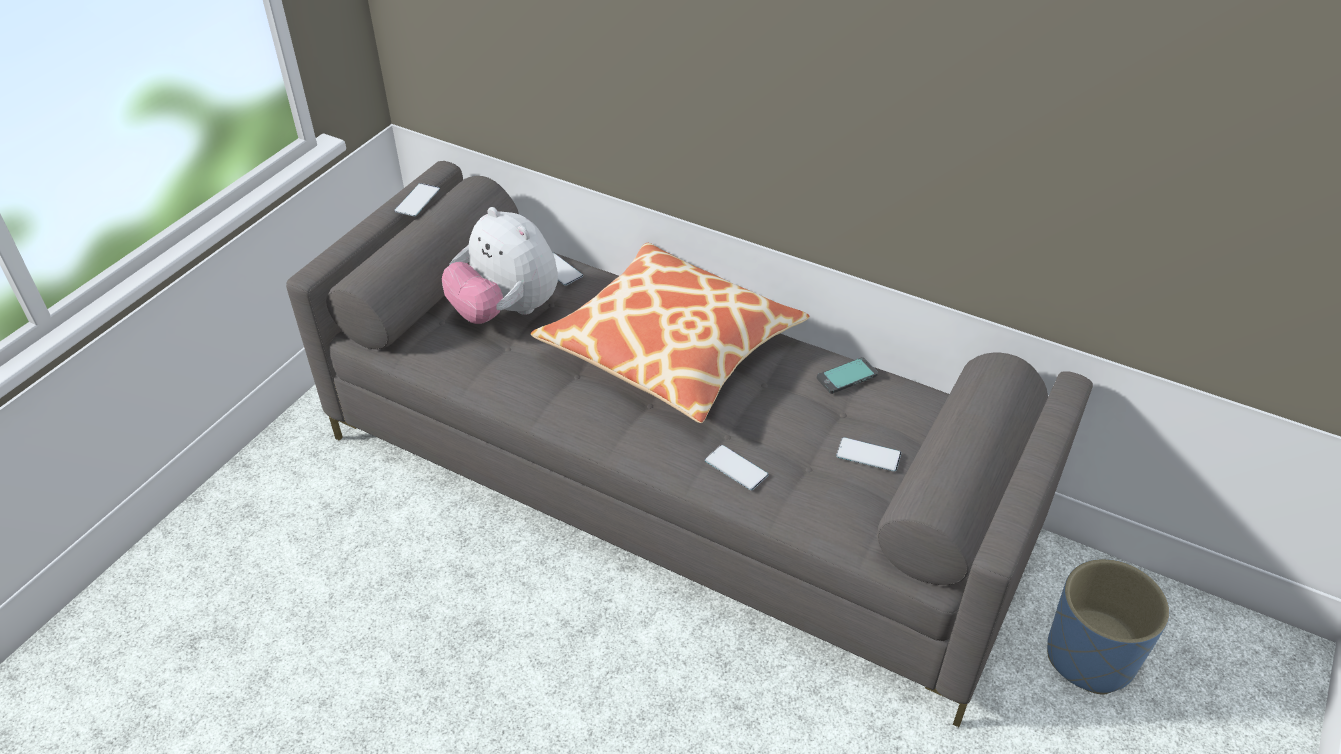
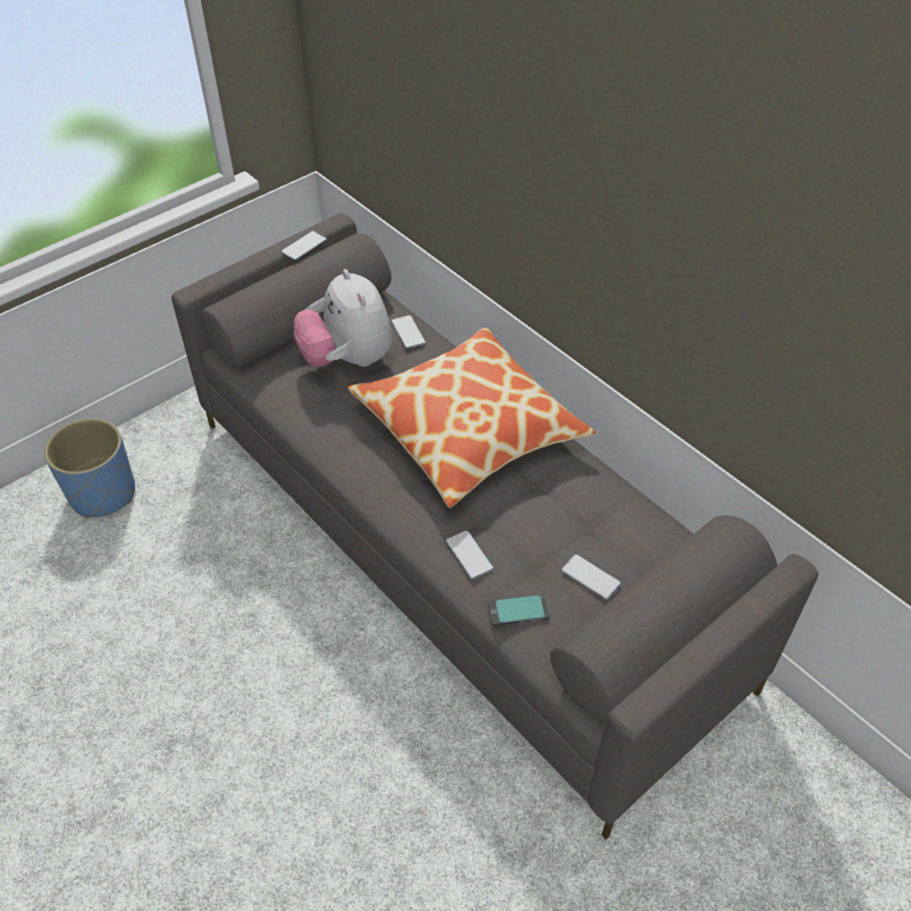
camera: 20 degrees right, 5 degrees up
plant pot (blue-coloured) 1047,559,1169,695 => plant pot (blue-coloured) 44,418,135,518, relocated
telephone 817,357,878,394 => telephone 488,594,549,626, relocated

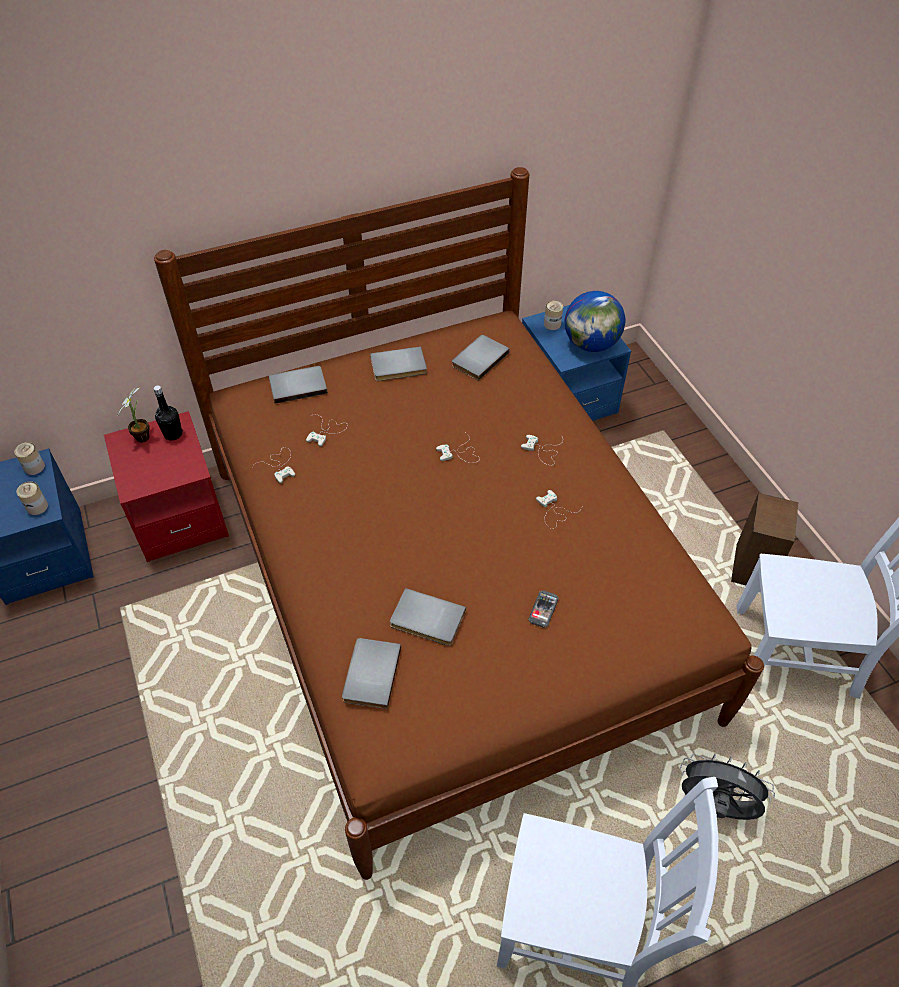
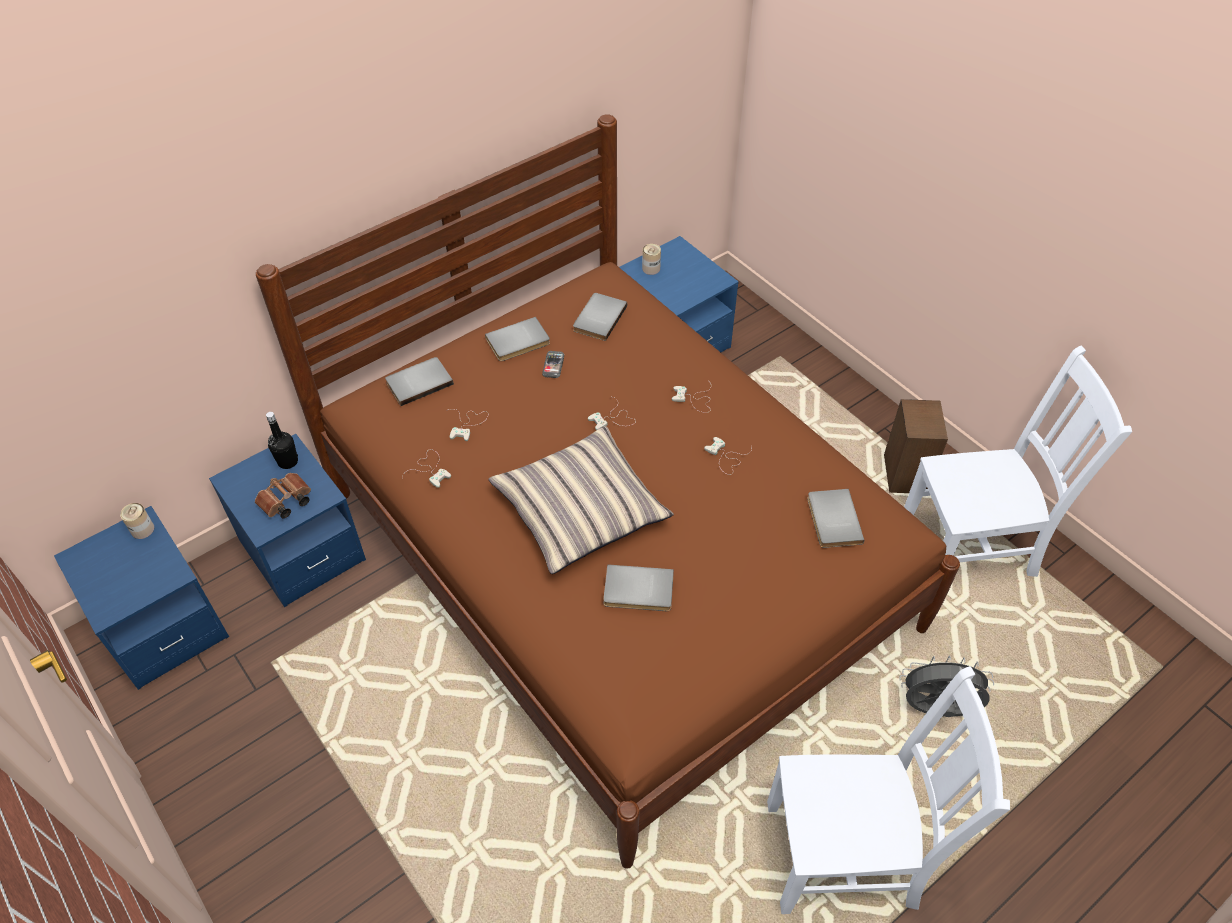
camera: 15 degrees left, 0 degrees up
nightstand (reddish) 104,411,229,562 => nightstand (blue-coloured) 209,434,366,607
nothing => field glasses (brownish) 255,473,311,518
nothing => throw pillow 489,426,674,574
telephone 528,590,559,628 => telephone 542,351,565,378, relocated
book (gray) 342,638,401,709 => book (gray) 807,489,864,548, relocated
sealed can 16,482,48,515 => nothing
houseplant 117,387,150,443 => nothing
desk globe 565,291,626,352 => nothing

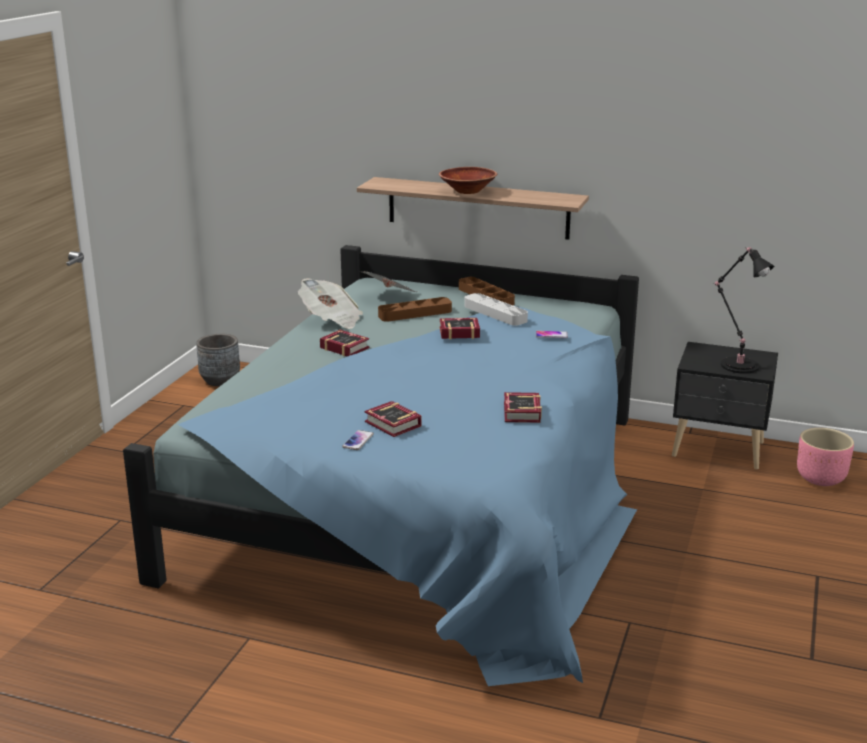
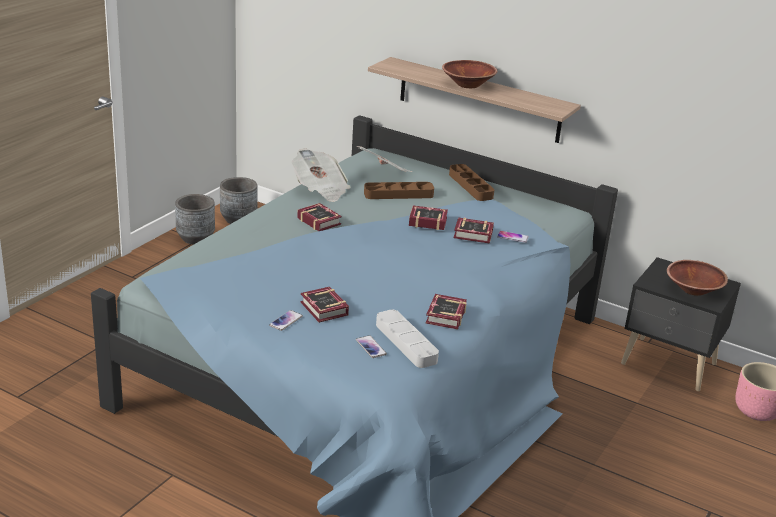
camera: 10 degrees right, 5 degrees up
nothing => plant pot (gray) 175,194,215,244
nothing => telephone 356,335,387,358
tray (gray) 465,293,528,326 => tray (gray) 376,310,439,368, relocated
nothing => book 454,218,494,244
table lamp (black) 713,247,774,374 => bowl (brownish) 667,260,728,296

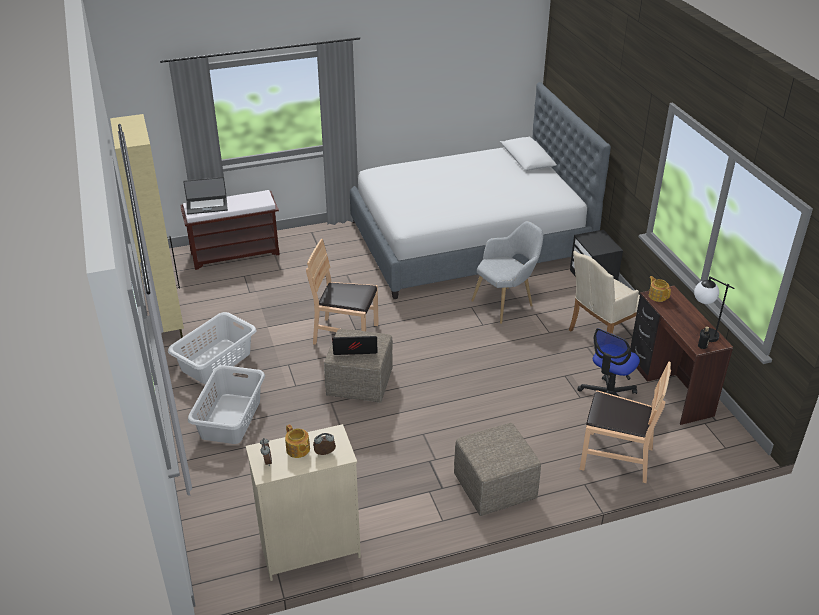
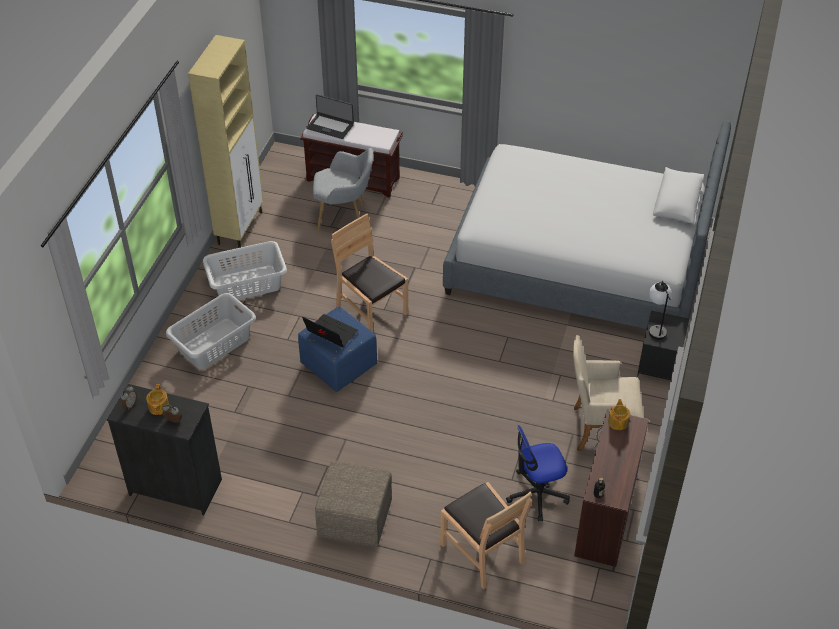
camera: 35 degrees right, 10 degrees up
drawer chest (beige) 246,424,361,581 => drawer chest (black) 107,384,222,515
ottoman (beige) 324,329,393,403 => ottoman (blue-coloured) 298,307,377,392
armchair (gray) 471,221,543,324 => armchair (gray) 313,148,373,233, relocated
table lamp 694,277,734,342 => table lamp 649,281,672,340, relocated

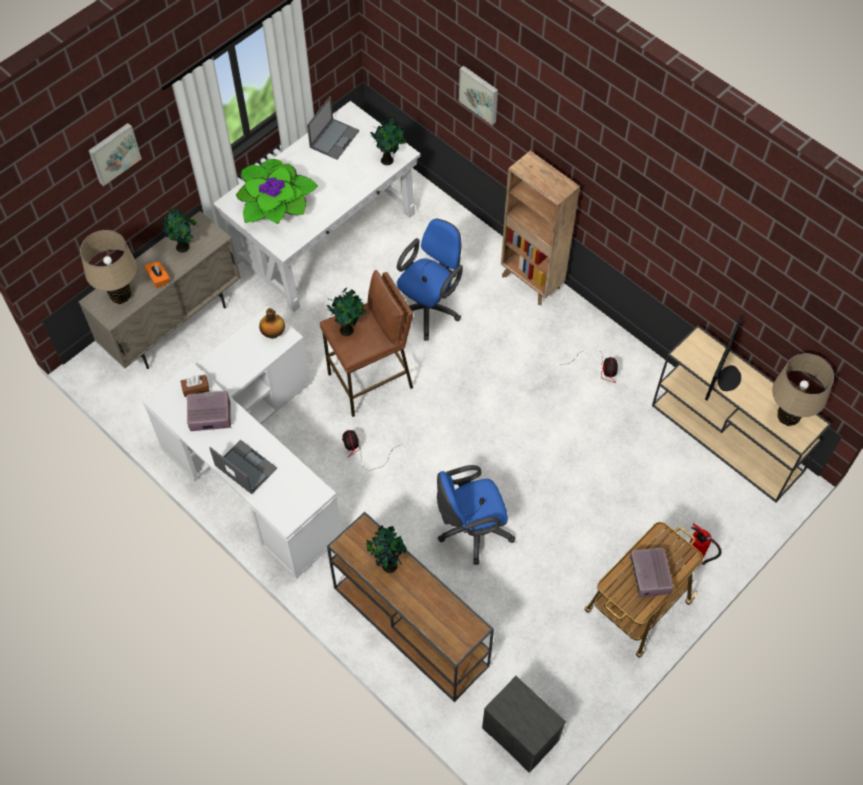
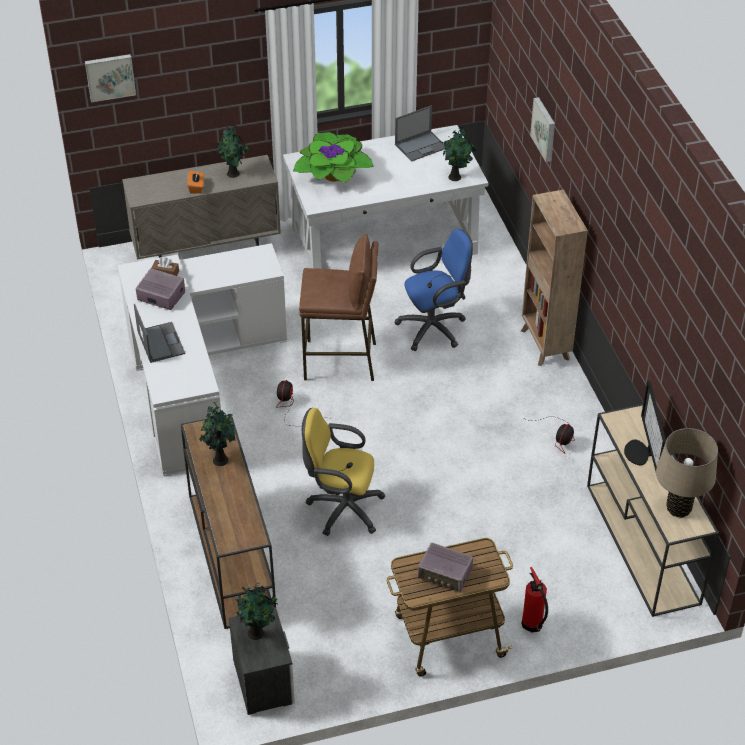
camera: 30 degrees right, 15 degrees down
picture 88,123,142,186 => picture 85,54,136,102, relocated
houseplant 327,287,366,336 => houseplant 234,583,279,640, relocated
office chair (blue-coloured) 437,465,515,565 => office chair (yellowish) 302,408,386,536
radio set 629,548,673,597 => radio set 418,543,473,593, 90 degrees counterclockwise
computer display 705,315,743,401 => computer display 624,381,666,471, 120 degrees clockwise
table lamp (beige) 80,230,137,304 => nothing
drink bottle 259,308,285,339 => nothing

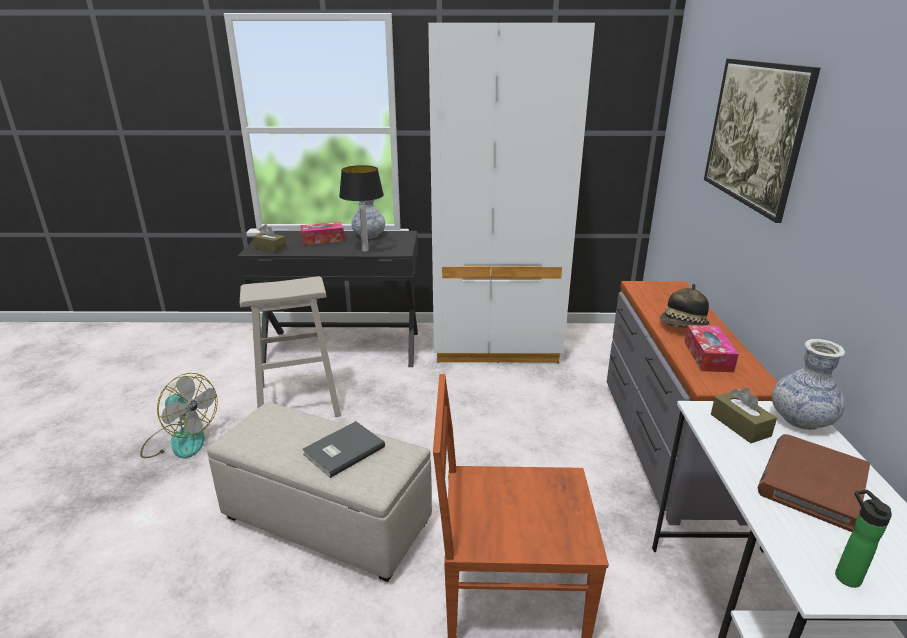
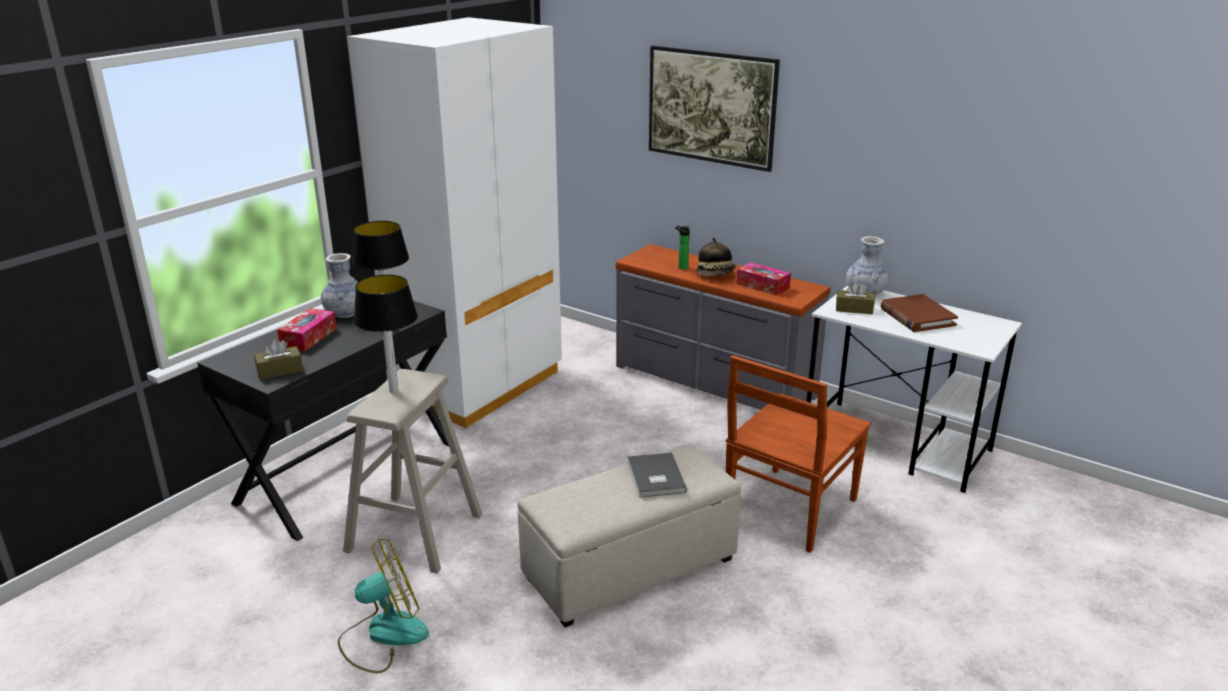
camera: 55 degrees left, 0 degrees up
nothing => table lamp 354,275,418,393
drink bottle 835,490,892,588 => drink bottle 675,226,690,270, relocated

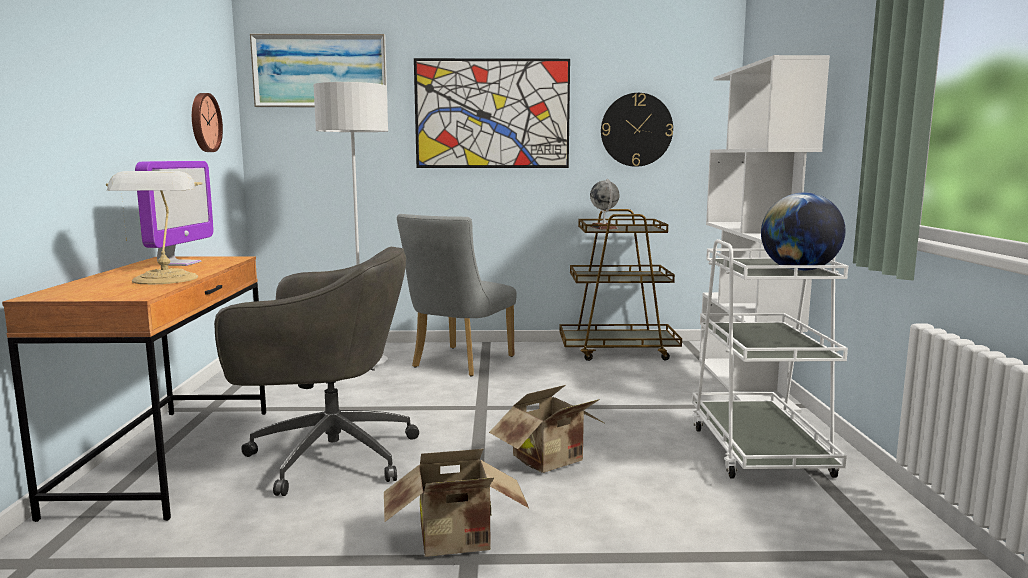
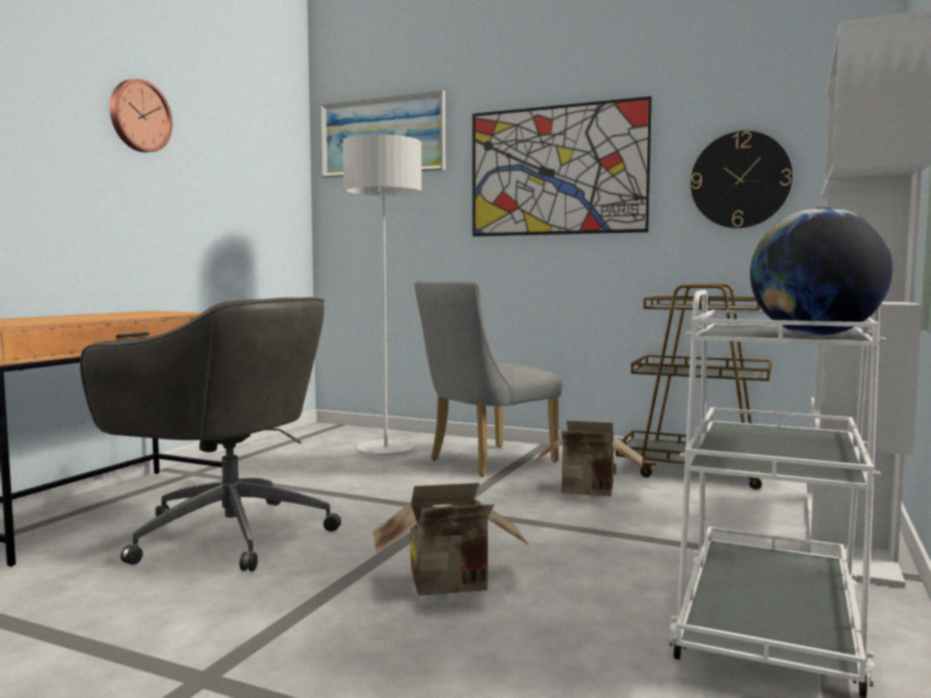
camera: 25 degrees right, 5 degrees down
clock on the wall 192,93,223,152 => clock on the wall 110,79,172,152, relocated
packing box 384,449,529,557 => packing box 535,421,643,496, relocated
table lamp 106,171,203,284 => nothing
computer display 135,161,214,266 => nothing
desk globe 590,179,620,229 => nothing

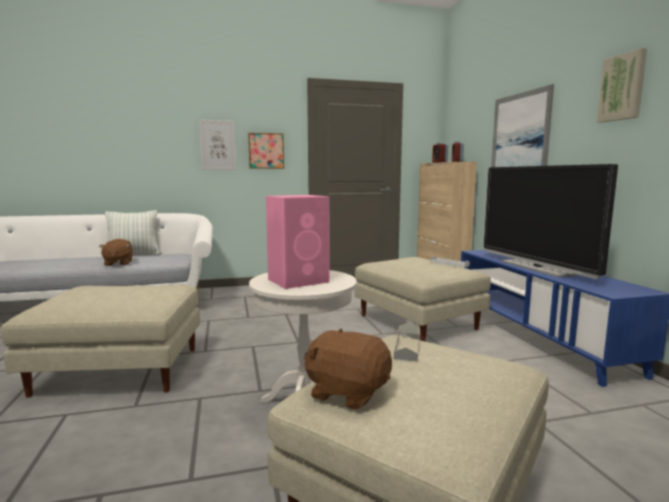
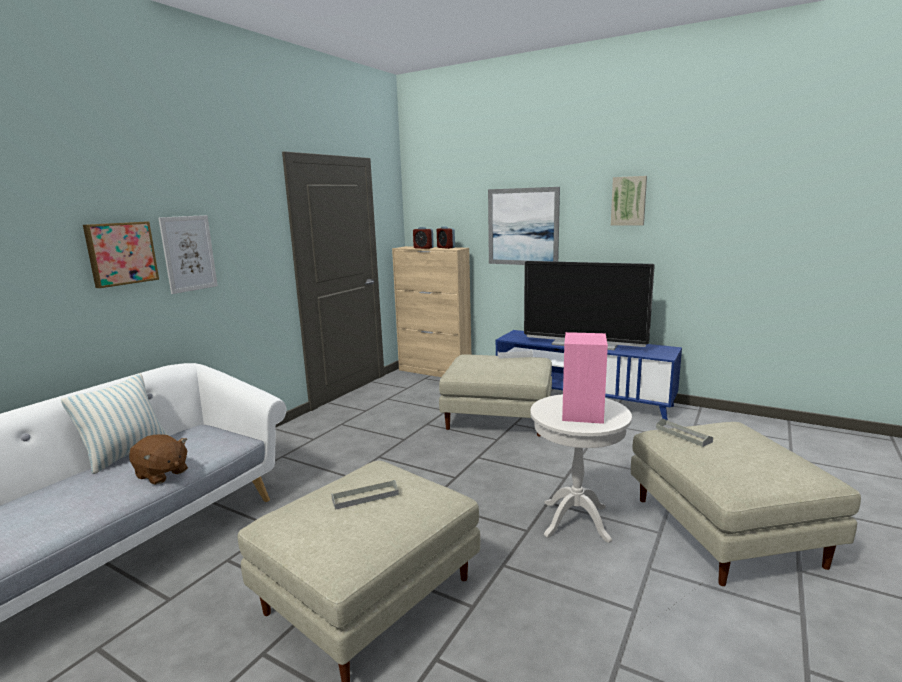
camera: 45 degrees left, 5 degrees up
picture 248,133,284,169 => picture 83,222,159,288, relocated
nothing => tray (gray) 331,480,399,510
cuddly toy (brownish) 304,328,392,410 => nothing

